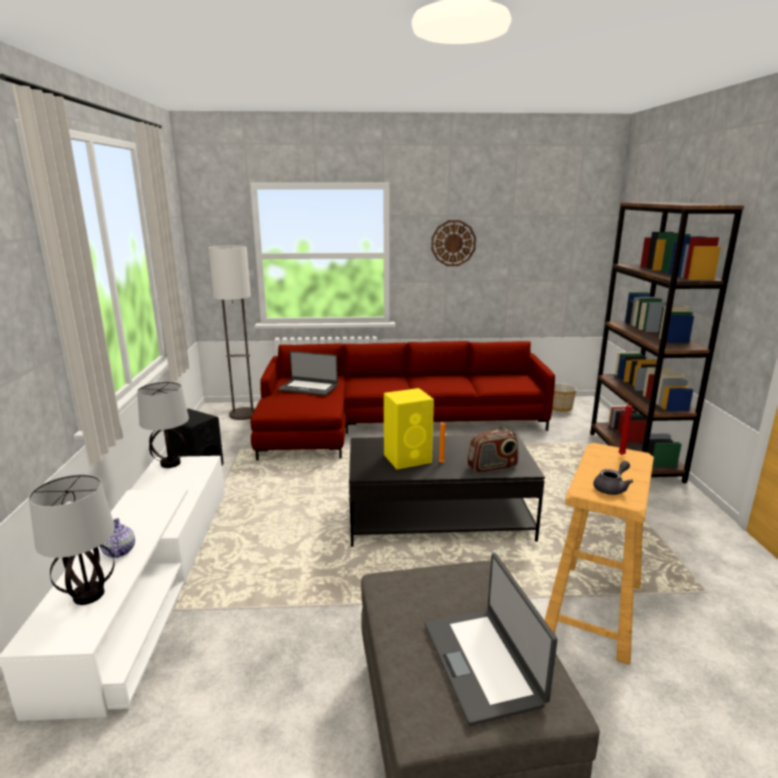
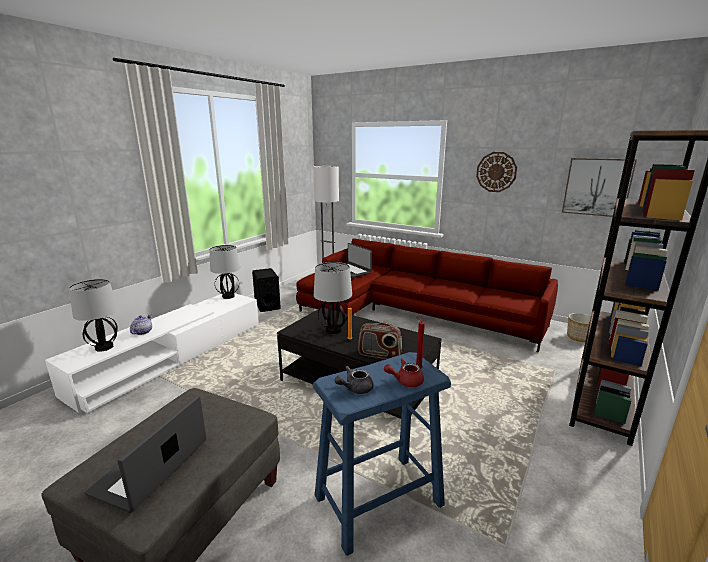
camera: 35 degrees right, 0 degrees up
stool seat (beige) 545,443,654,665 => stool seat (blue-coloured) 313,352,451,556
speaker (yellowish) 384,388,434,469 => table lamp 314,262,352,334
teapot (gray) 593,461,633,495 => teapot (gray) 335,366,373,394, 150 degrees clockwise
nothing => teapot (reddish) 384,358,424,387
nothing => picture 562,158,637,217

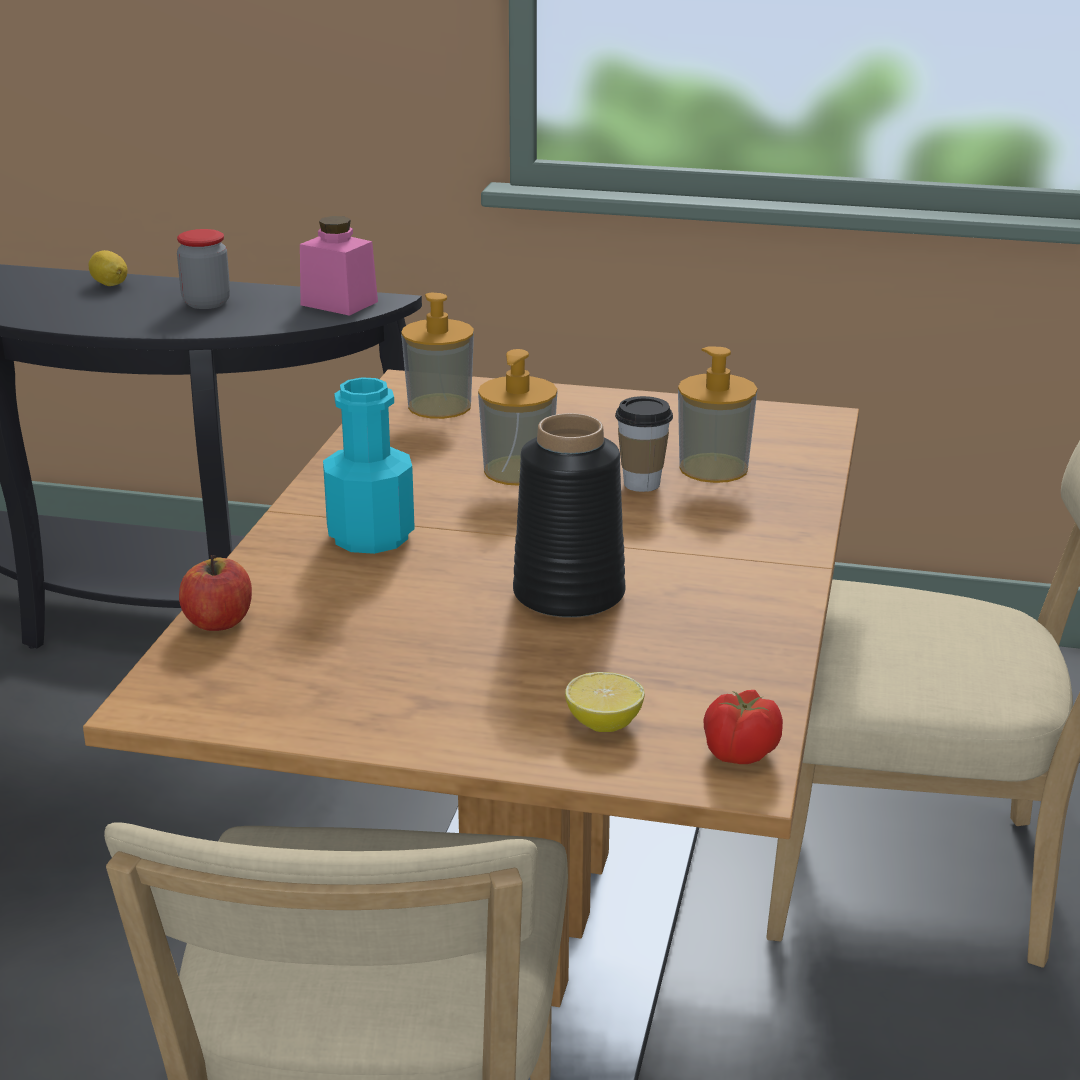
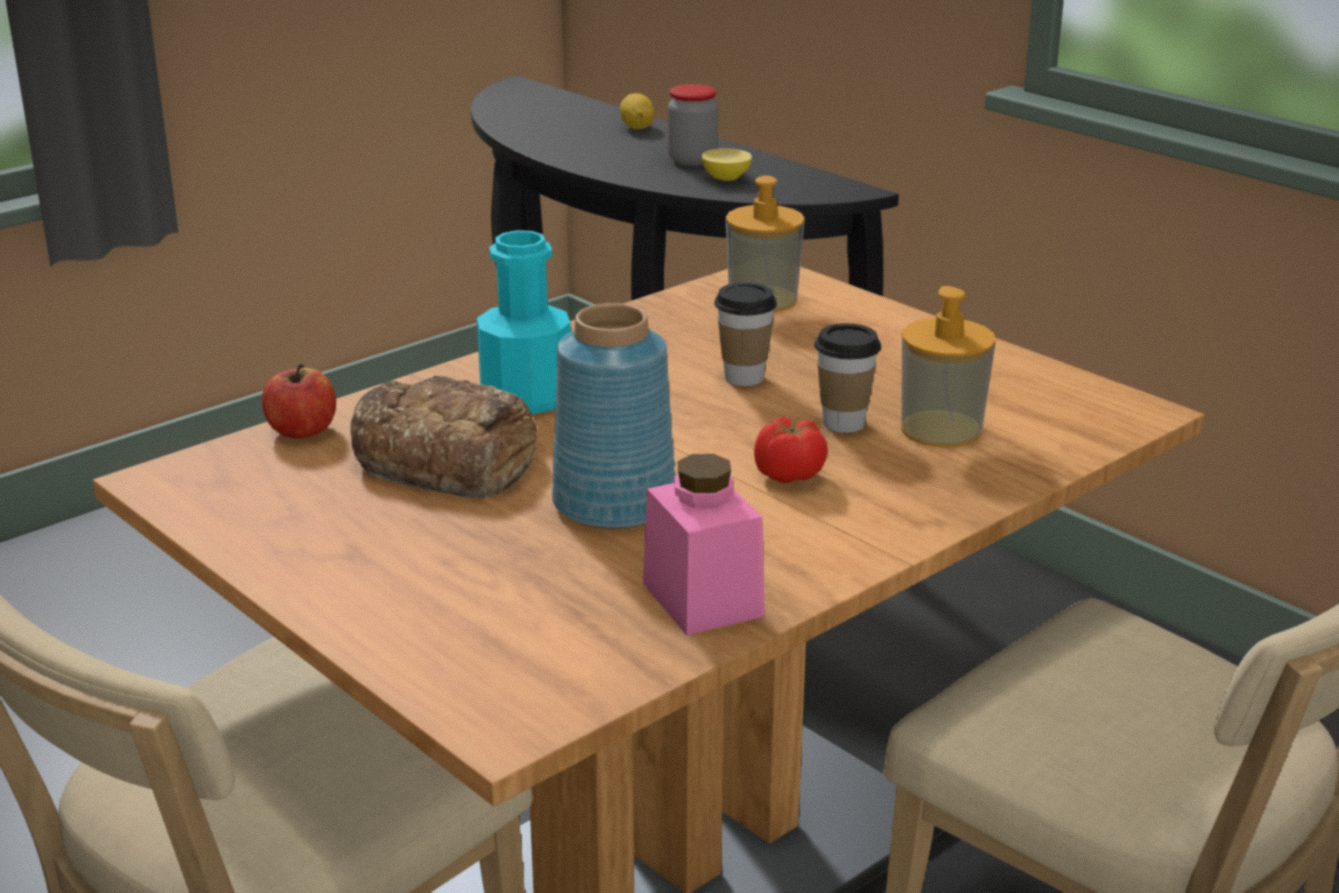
camera: 35 degrees right, 0 degrees up
nothing => baked bread 350,376,537,498
decorative vase (black) 513,413,625,618 => decorative vase (blue-coloured) 552,303,675,529
storage jar (pink) 300,216,378,316 => storage jar (pink) 643,454,765,636, relocated
citrus fruit 565,672,645,732 => citrus fruit 702,148,752,181, relocated
soap bottle 478,349,558,486 => drinking cup 714,282,777,386
tomato 703,690,783,764 => tomato 754,417,828,483, relocated

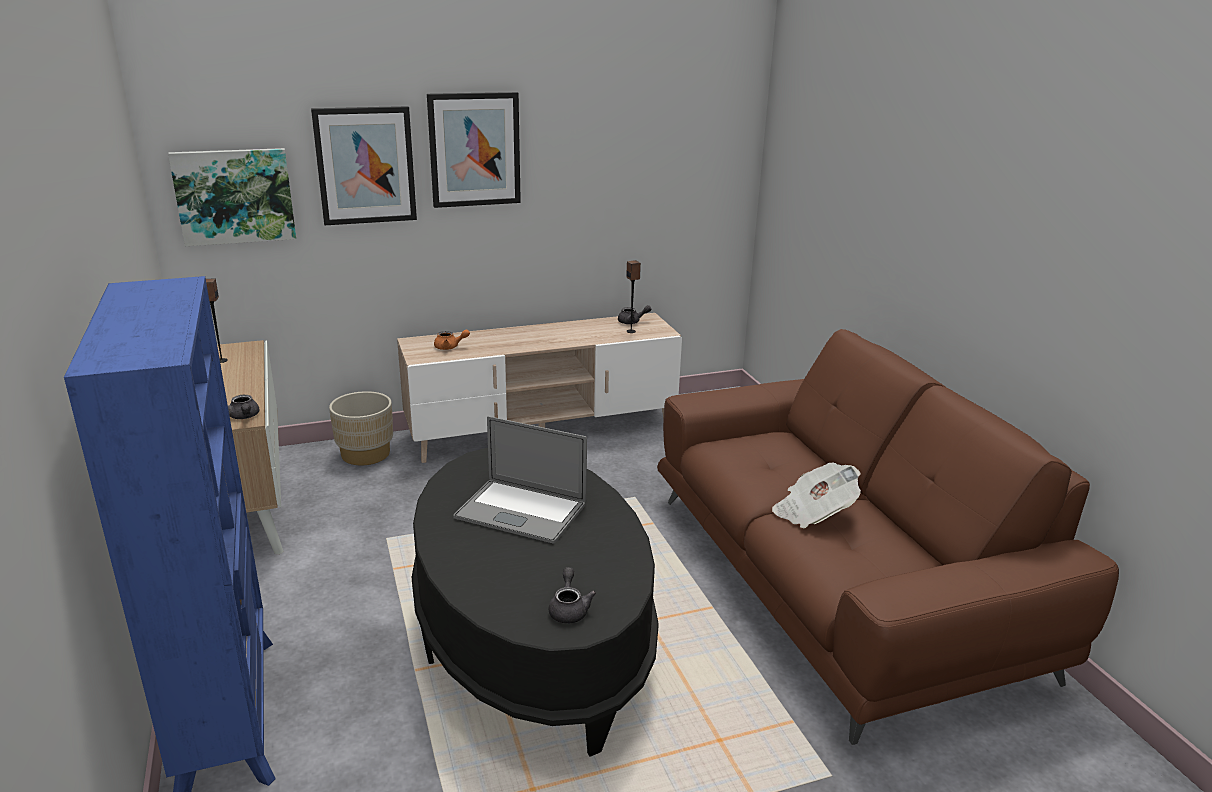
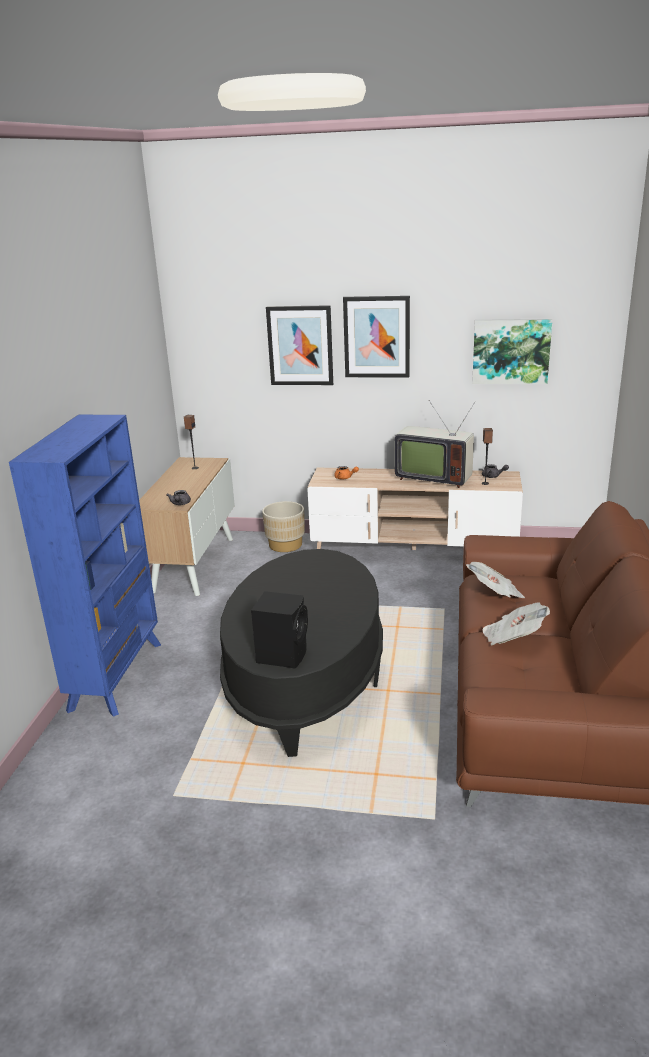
camera: 30 degrees right, 0 degrees up
teapot (gray) 549,567,596,624 => speaker (black) 251,591,308,668
nothing => television 395,400,475,488
nothing => printed paper 466,562,525,598
picture 168,148,296,246 => picture 472,319,552,384, relocated
notebook computer 453,416,587,544 => nothing

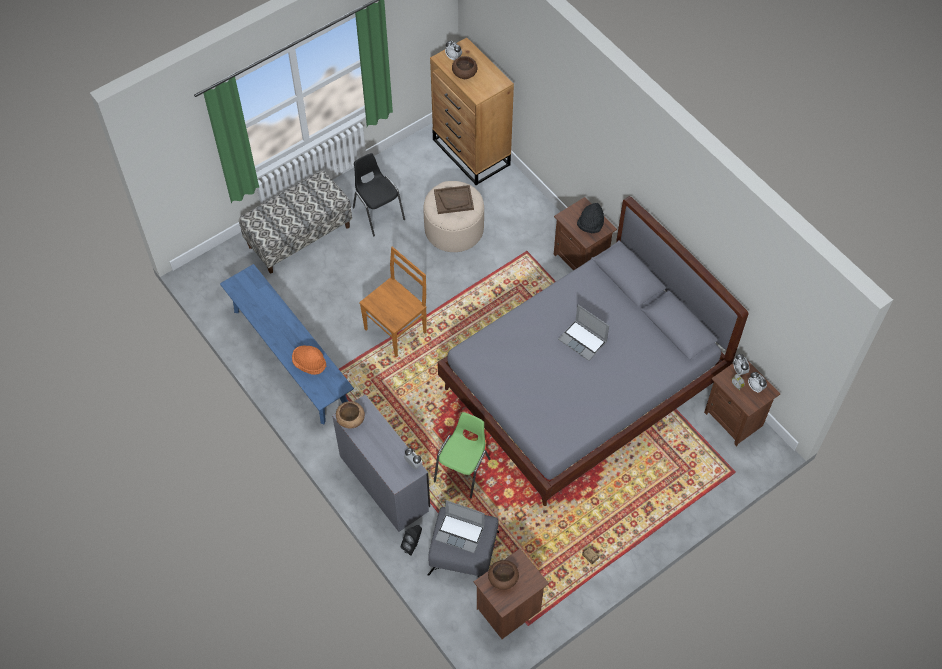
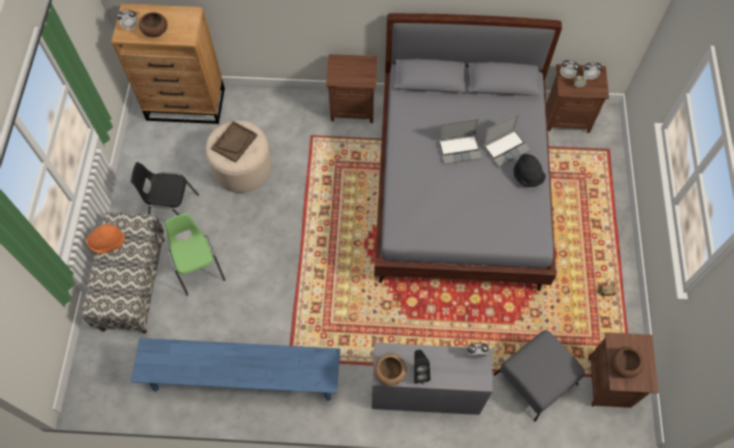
camera: 50 degrees left, 5 degrees up
hat (orangey) 292,345,326,375 => hat (orangey) 86,224,125,254, relocated
chair (greenish) 434,412,491,499 => chair (greenish) 165,213,225,296, relocated
speaker (black) 401,525,422,556 => speaker (black) 414,350,431,384, relocated
notebook computer 435,500,485,553 => notebook computer 482,113,530,167, relocated
hat (black) 577,203,604,233 => hat (black) 514,154,546,187, relocated
chair (brownish) 359,247,427,357 => nothing

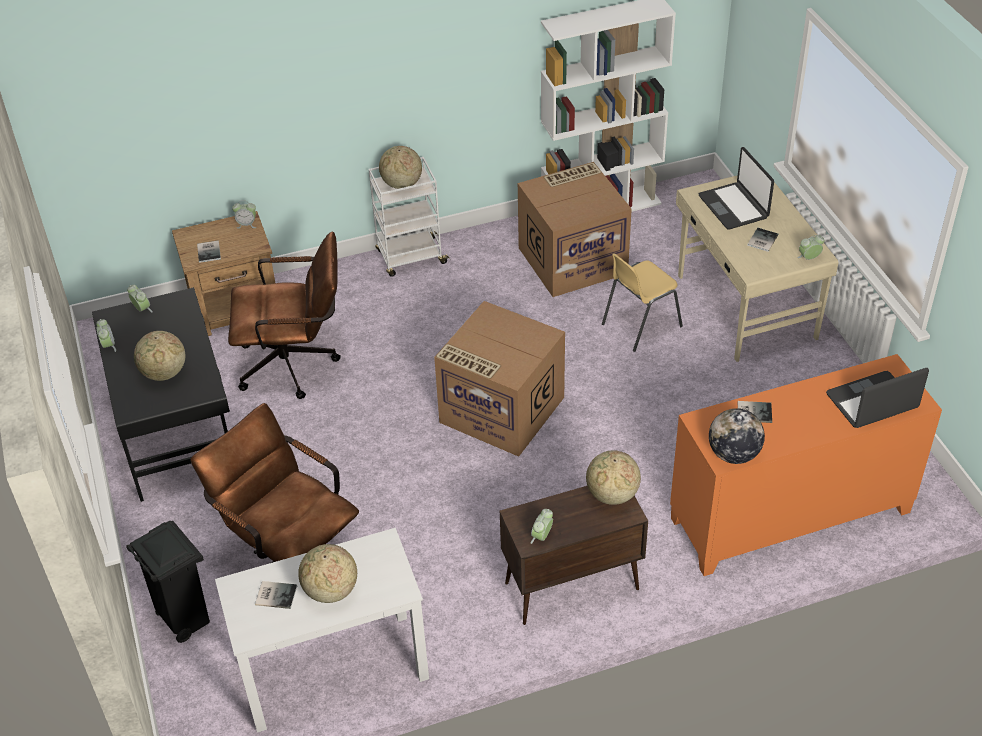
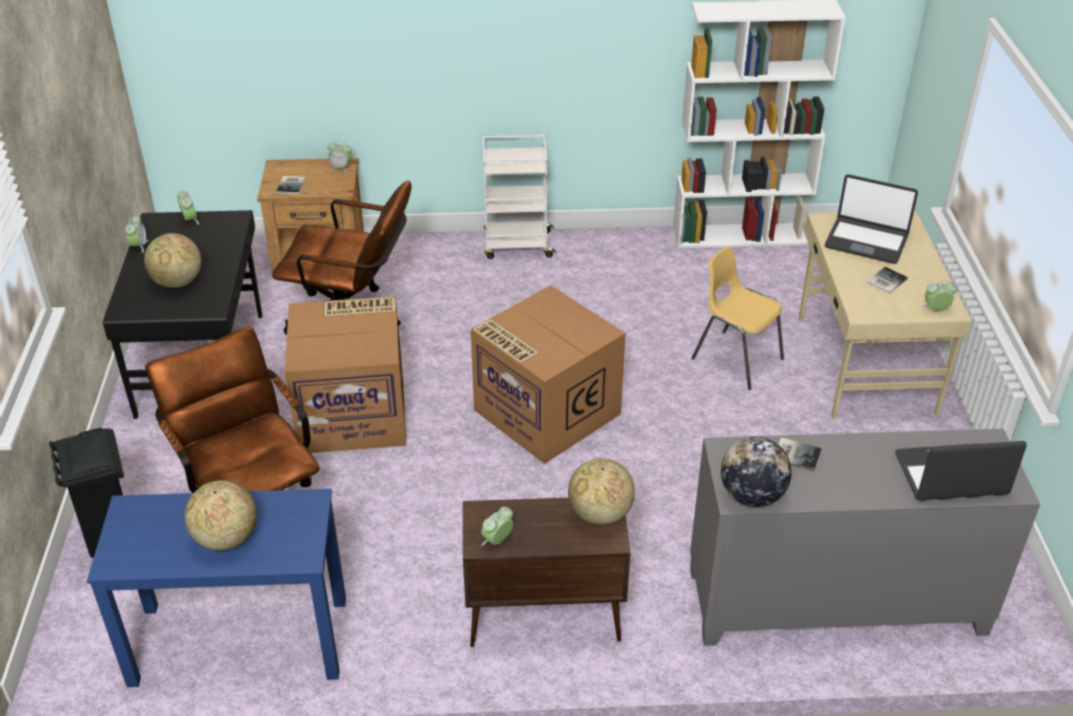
camera: 15 degrees right, 5 degrees down
desk table (white-coloured) 215,528,429,733 => desk table (blue-coloured) 87,489,346,687
packing box 518,162,632,297 => packing box 285,296,406,453, relocated
storage cabinet (orangey) 670,354,942,576 => storage cabinet (gray) 690,429,1040,646
chair (yellowish) 602,253,683,352 => chair (yellowish) 691,246,784,390, 60 degrees clockwise
notebook computer 699,147,774,230 => notebook computer 825,174,918,264, 60 degrees counterclockwise
book 255,581,297,609 => nothing
desk globe 379,146,422,189 => nothing

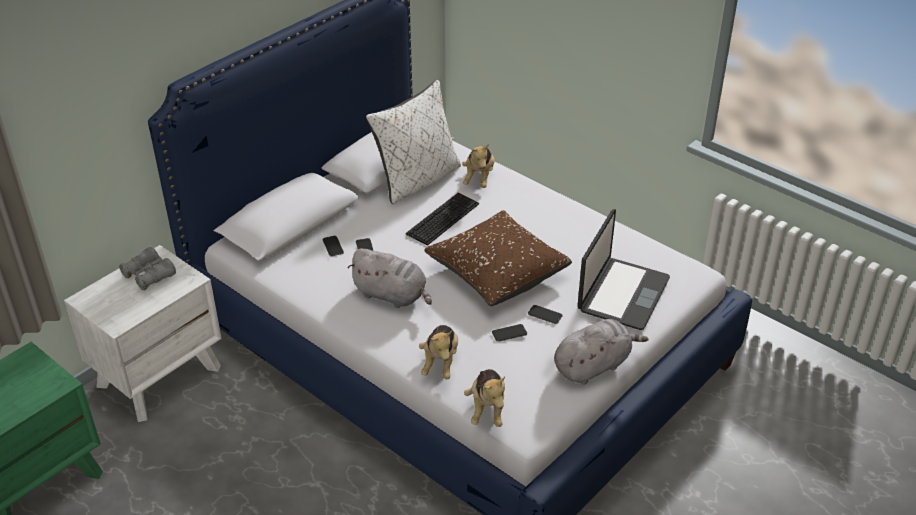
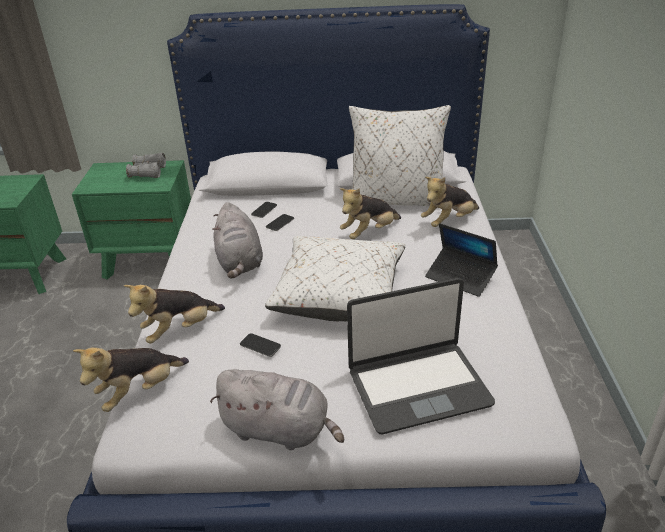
camera: 50 degrees right, 5 degrees down
nightstand (white-coloured) 64,245,222,422 => nightstand (greenish) 72,160,191,280
throw pillow (brownish) 424,210,572,306 => throw pillow (white-coloured) 265,236,406,321
PC keyboard 406,193,479,246 => cuddly toy 340,188,401,239
nothing => notebook computer 425,223,498,297
telephone 528,305,562,324 => nothing

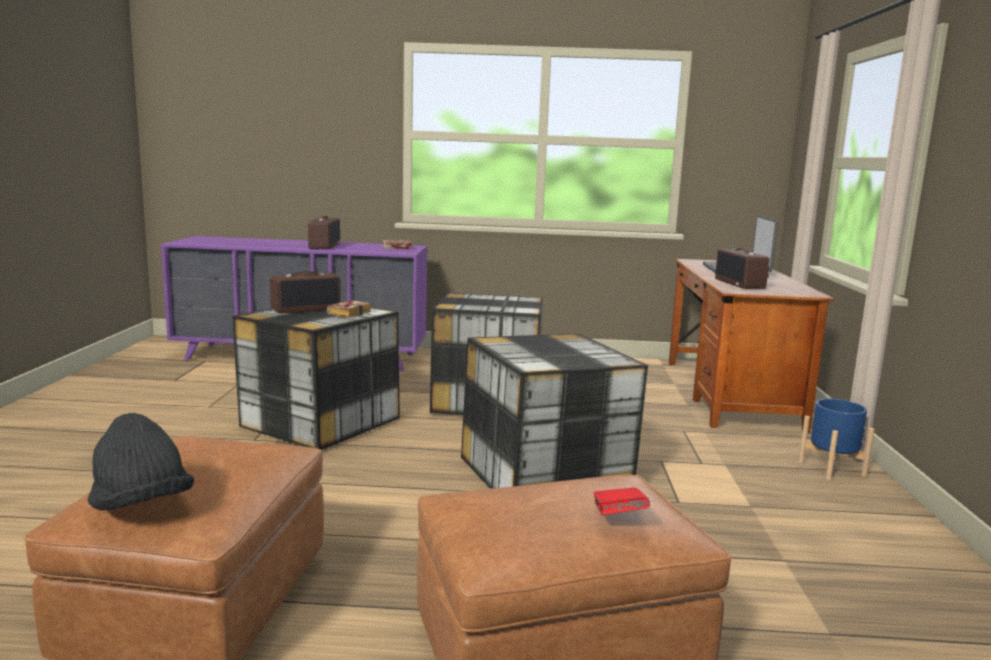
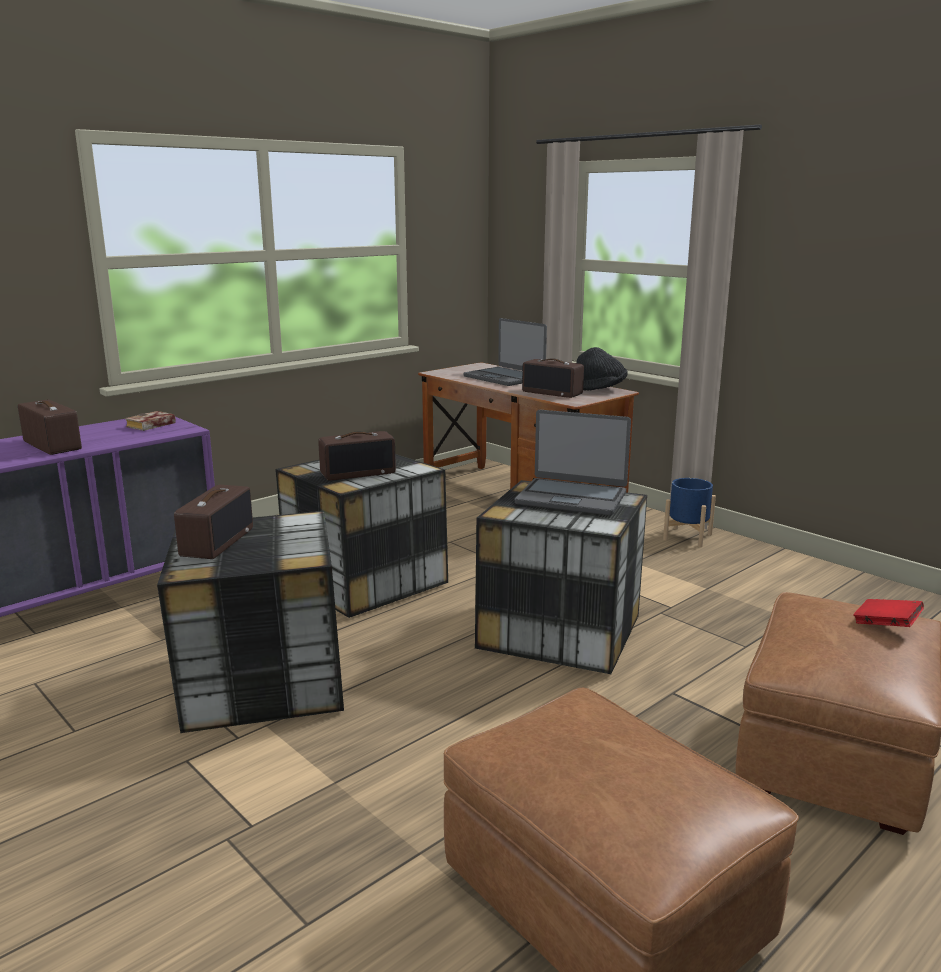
camera: 45 degrees left, 5 degrees up
nothing => radio set 318,431,396,480
nothing => notebook computer 515,410,631,515
hat (black) 87,413,194,510 => hat (black) 576,347,628,391, relocated
book 327,300,371,318 => nothing

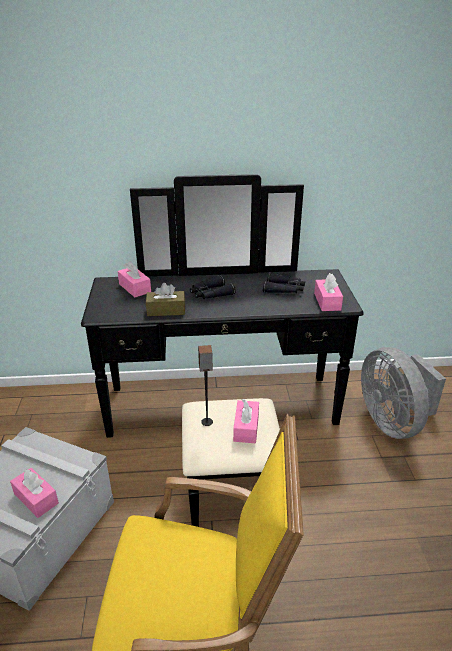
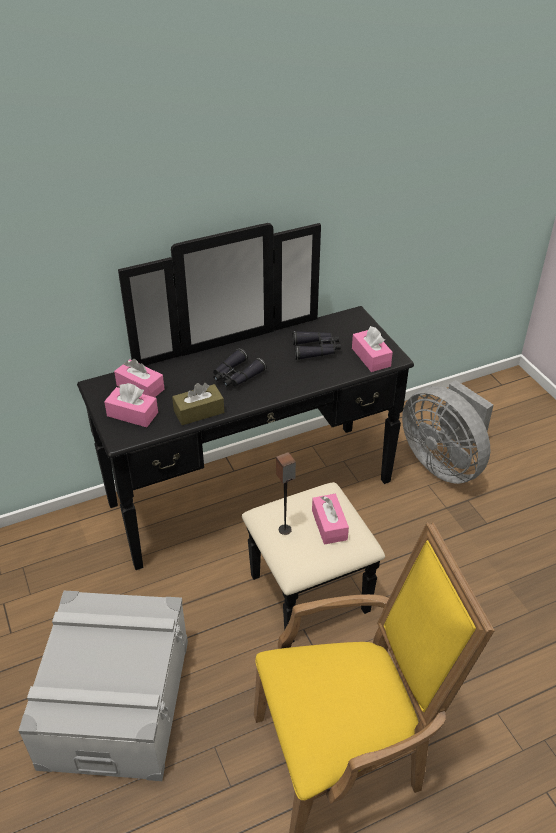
camera: 20 degrees left, 10 degrees up
tissue box (pink) 10,468,59,518 => tissue box (pink) 104,383,158,427, relocated

